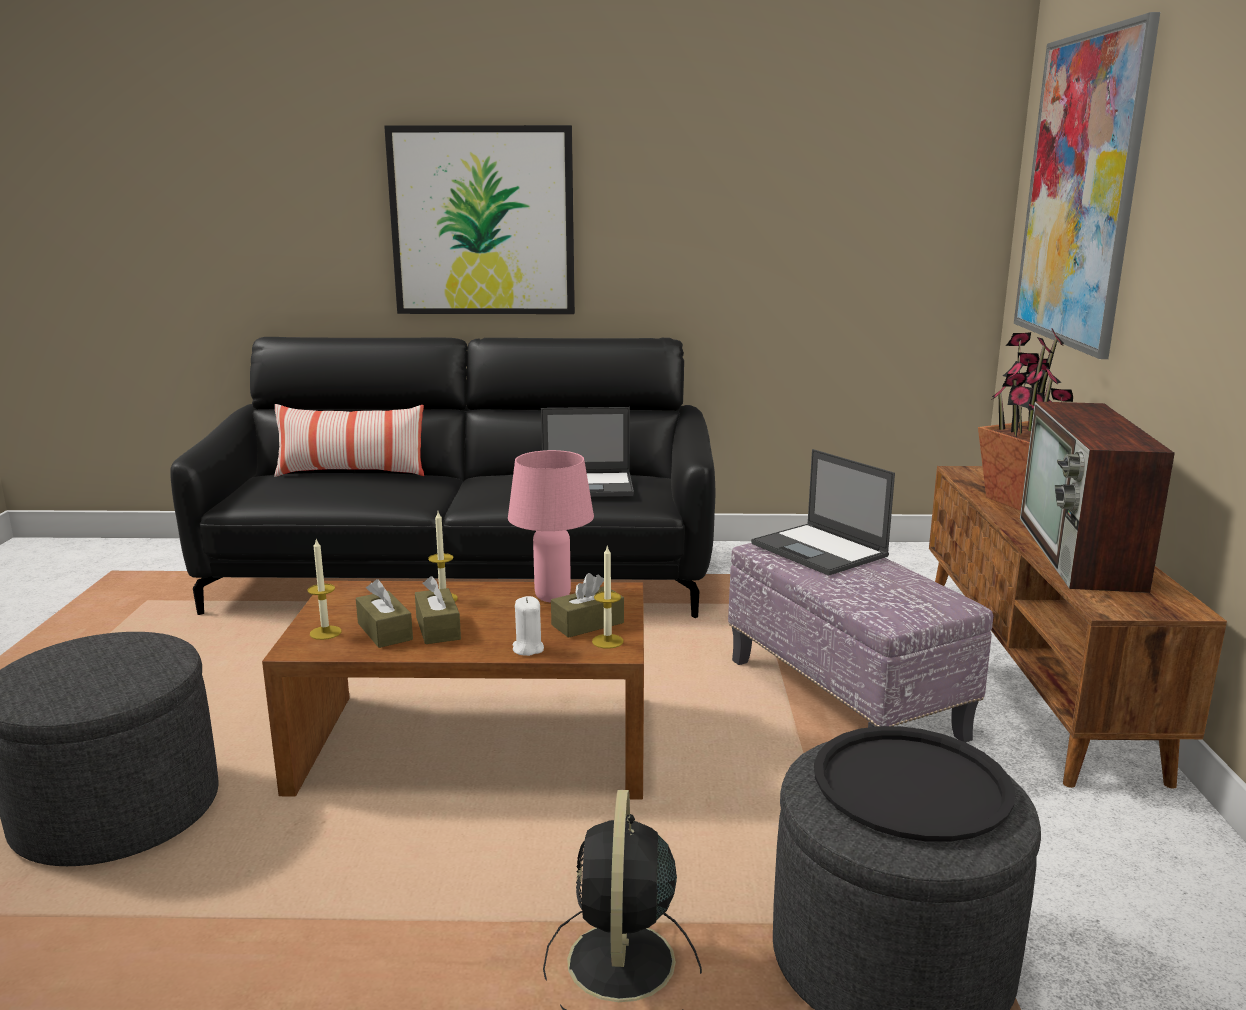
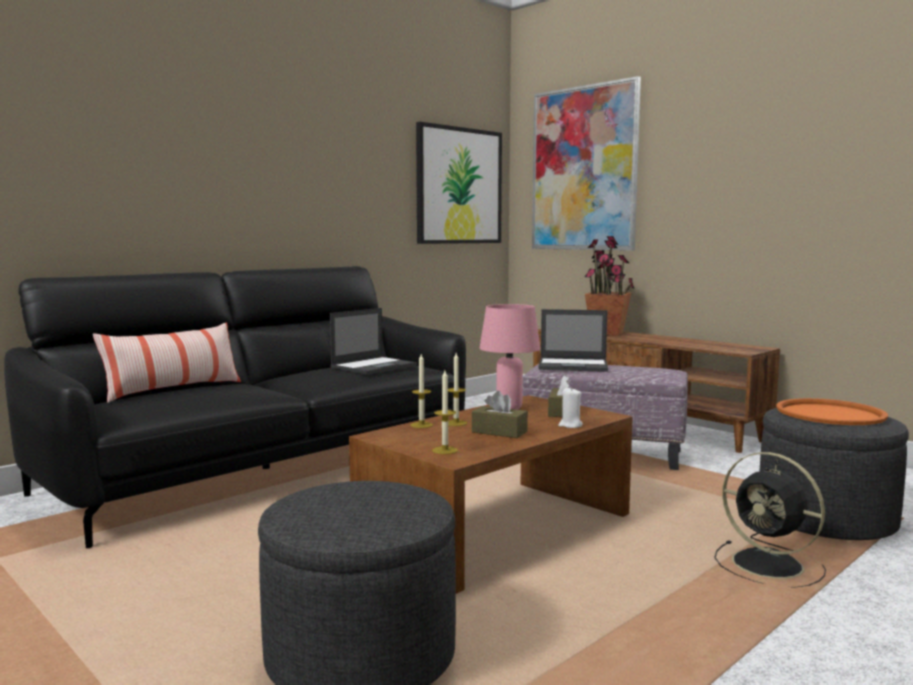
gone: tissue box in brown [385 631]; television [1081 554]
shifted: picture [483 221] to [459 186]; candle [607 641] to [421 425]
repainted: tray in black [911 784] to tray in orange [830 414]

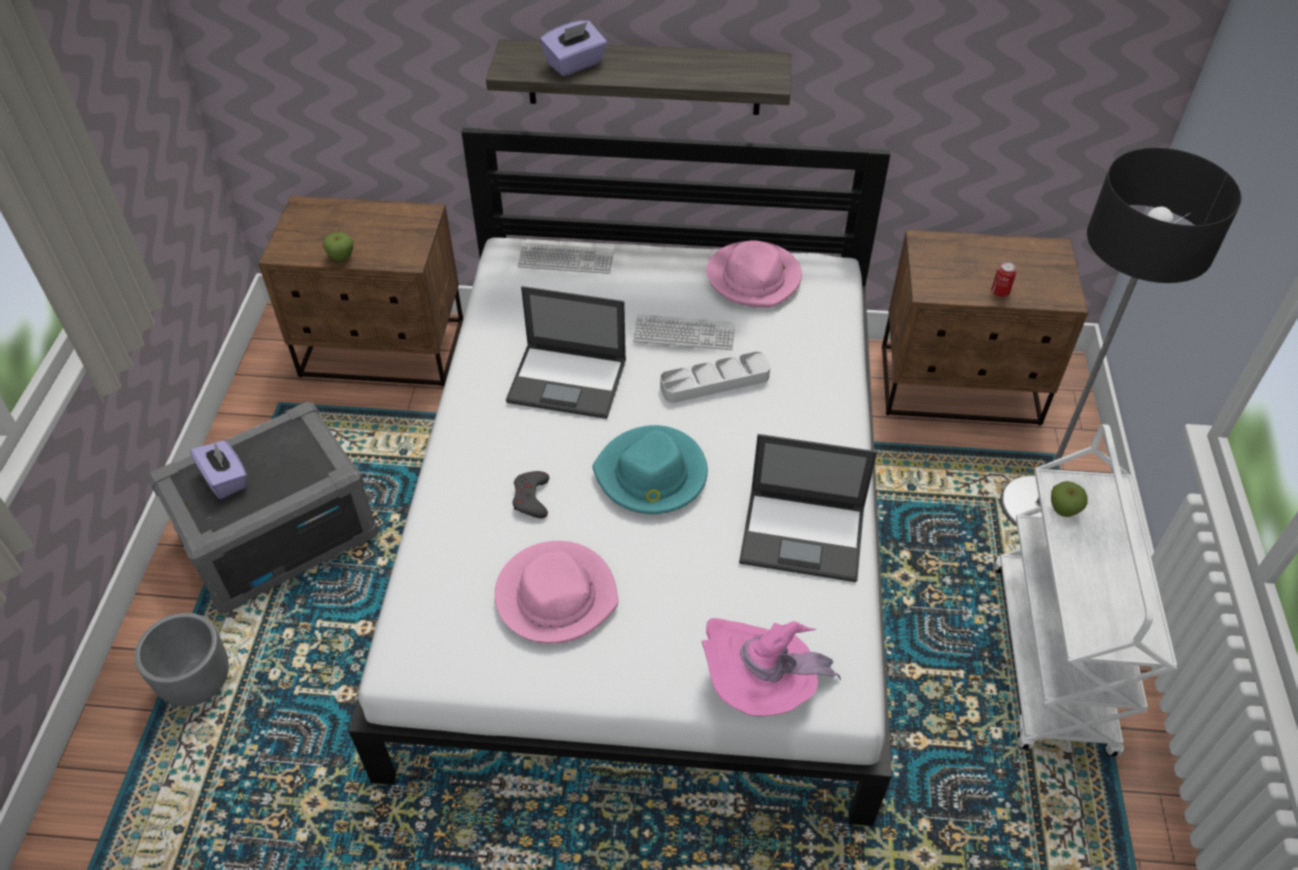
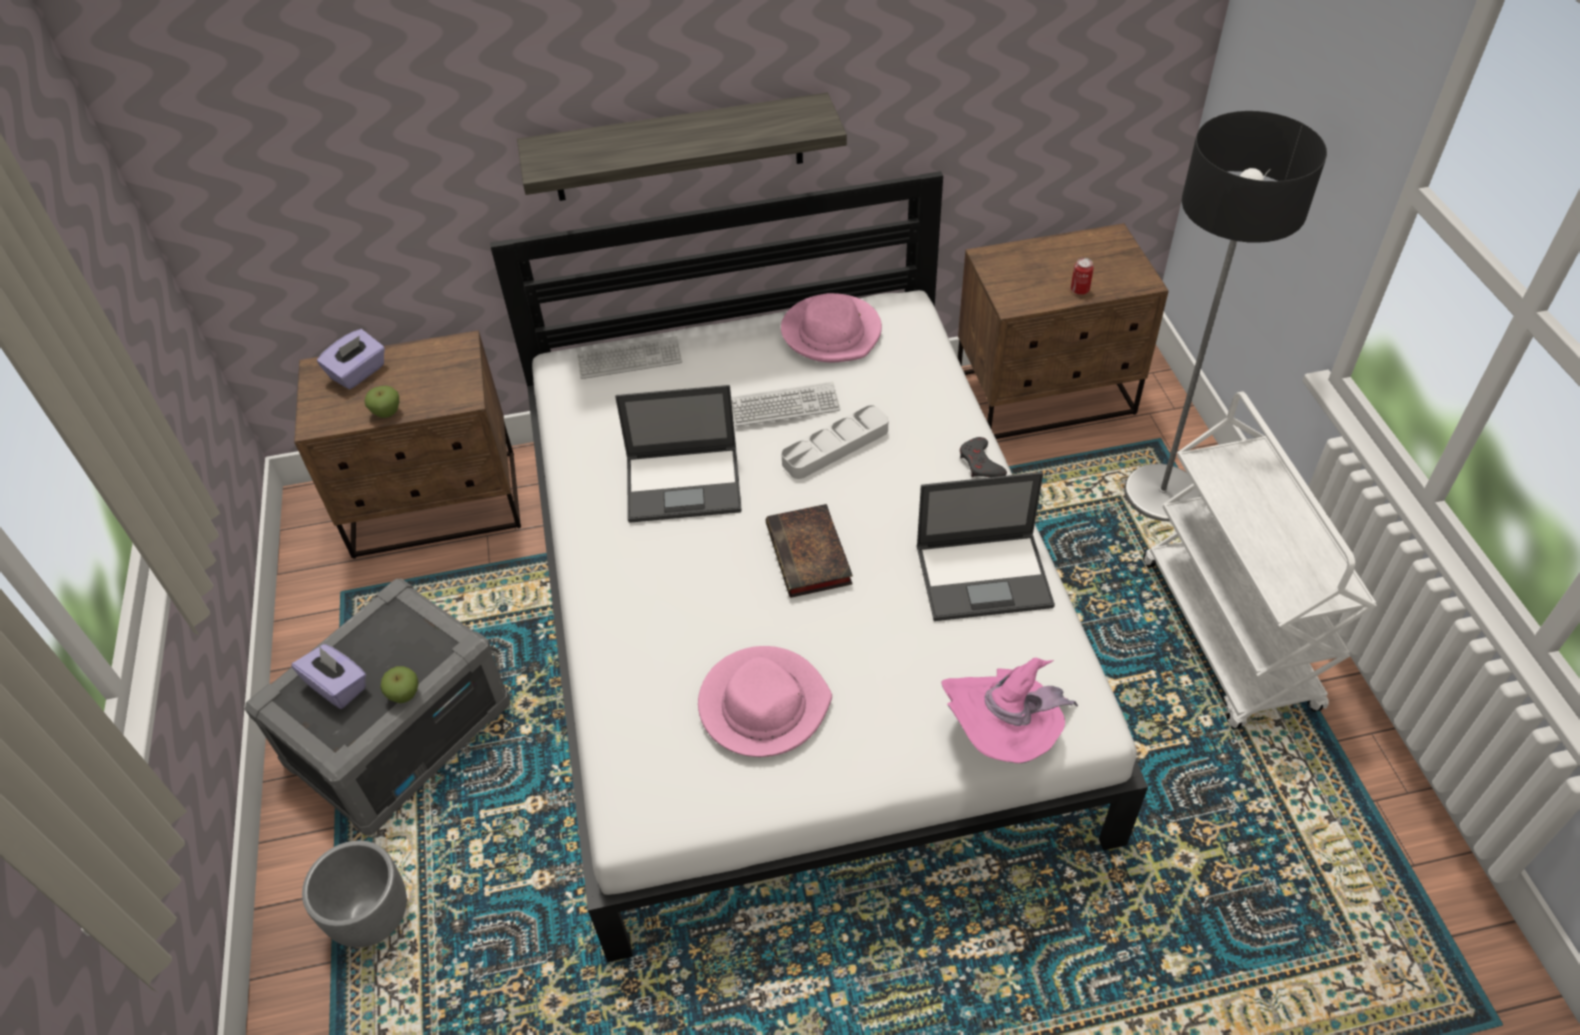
shifted: game controller in grey [531 498] to [980 463]; tissue box in purple [575 64] to [358 373]; apple [1063 510] to [405 695]
swapped: hat in turquoise [651 475] to book [810 557]

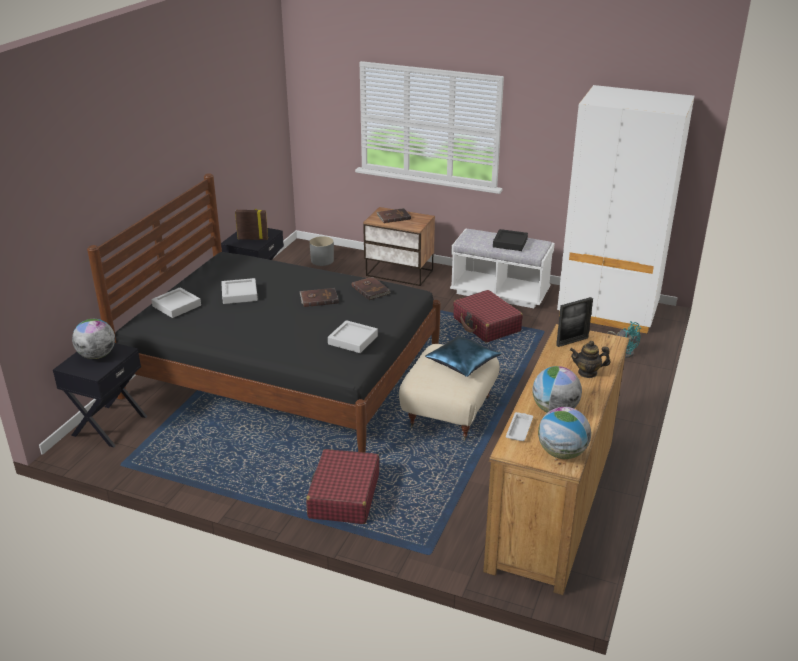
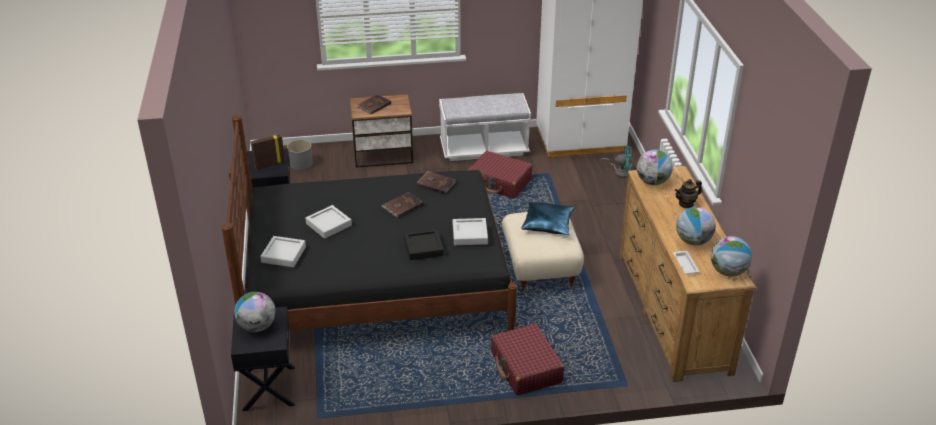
shifted: tray in black [510 243] to [423 247]
swapped: picture frame [572 341] to globe [652 182]

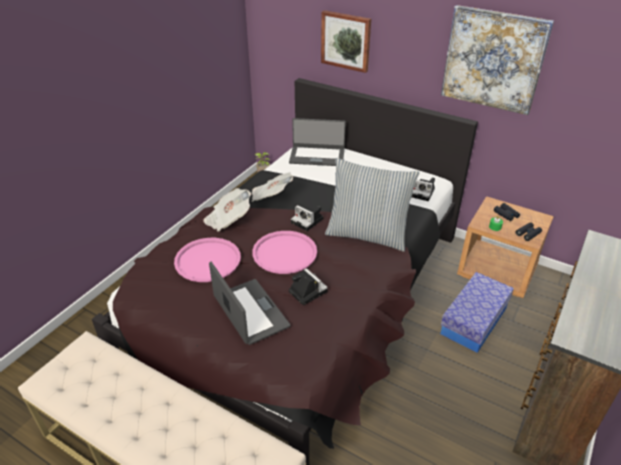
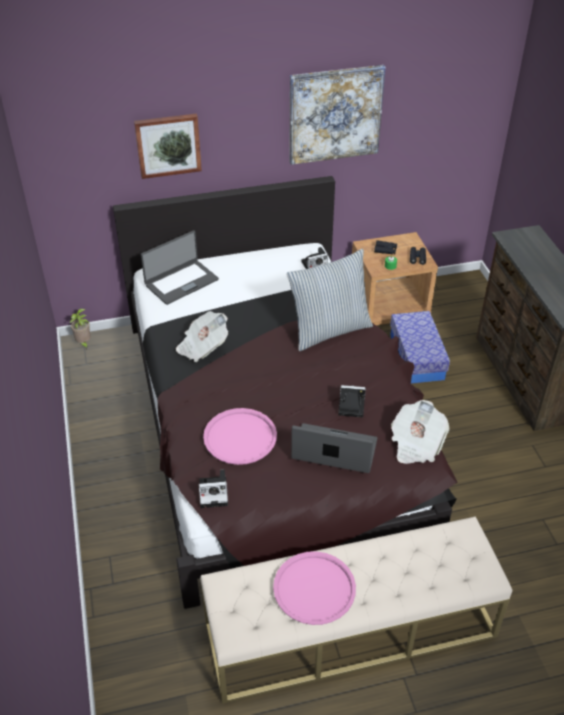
shifted: newspaper [228 220] to [416 444]; tray in pink [284 253] to [314 588]; photo camera [308 221] to [215 492]

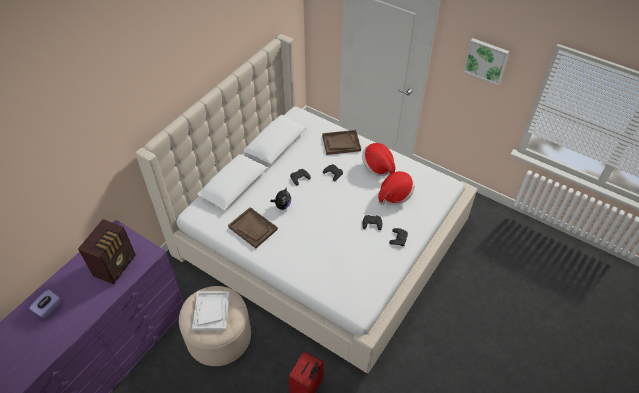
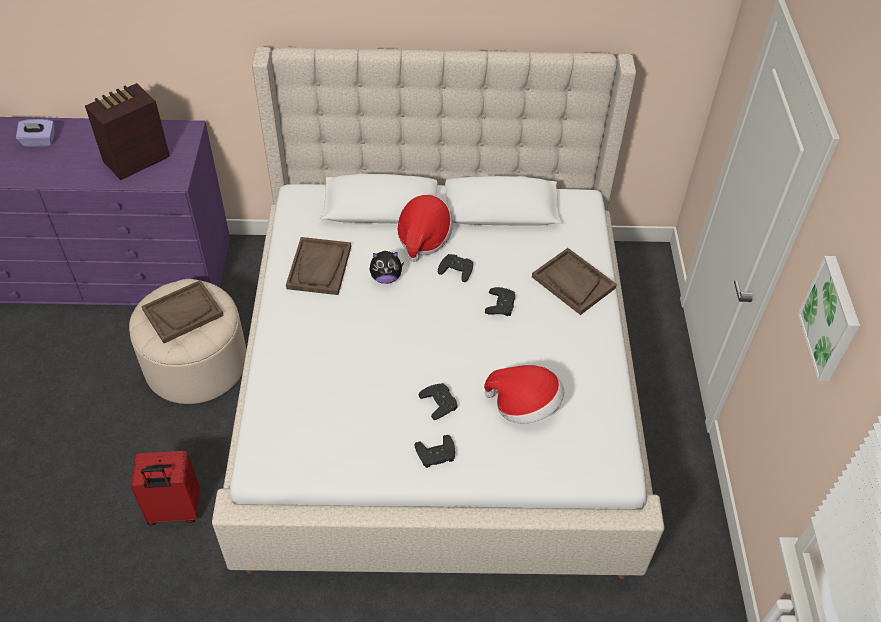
shifted: hat [378 167] to [423 238]
repainted: tray in white [211 311] to tray in brown [183 312]
rotated: radio [116 265] = [135 159] 150 degrees clockwise

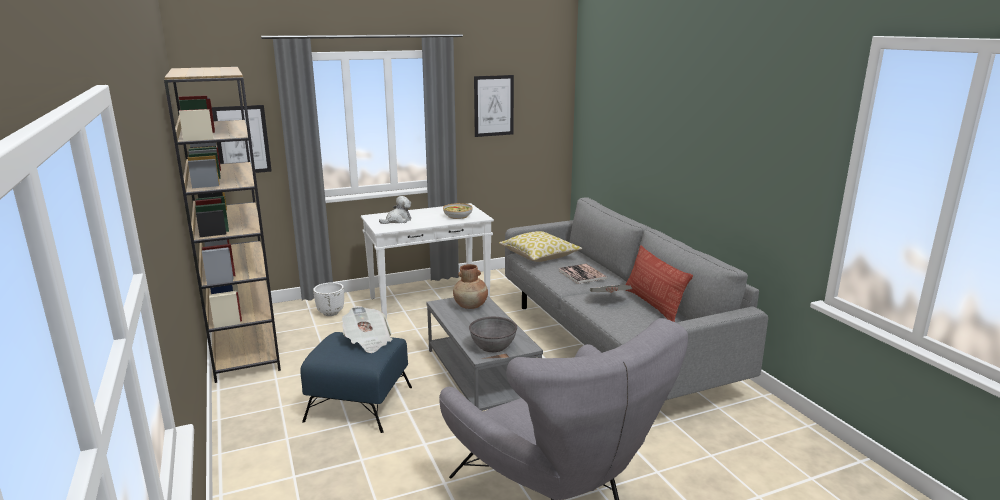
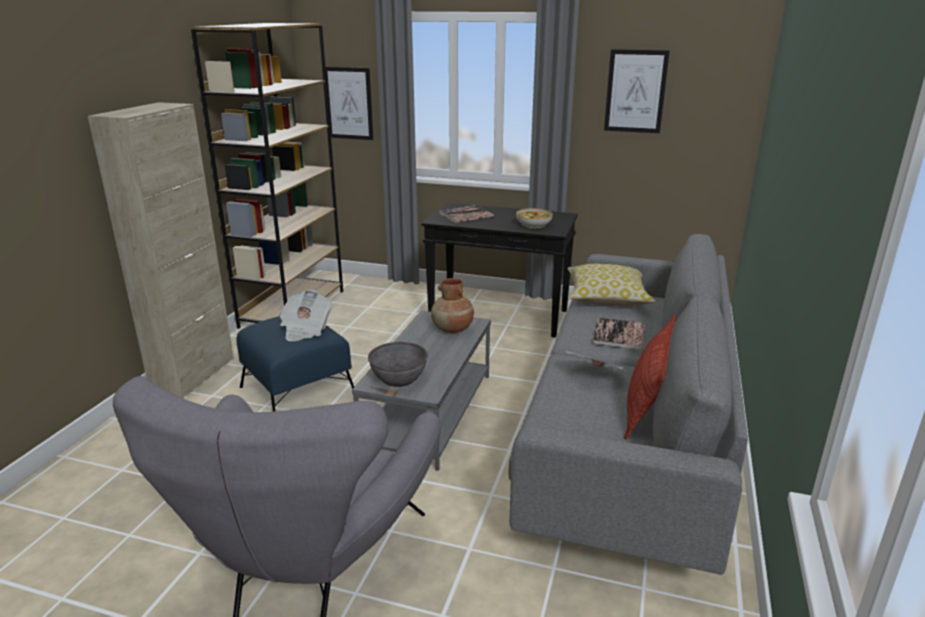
gone: planter in white [331 313]
new: cabinet in beige [194 375]
swapped: plush toy [397 220] to book [466 215]
repainted: console table in white [430 299] to console table in black [500 315]

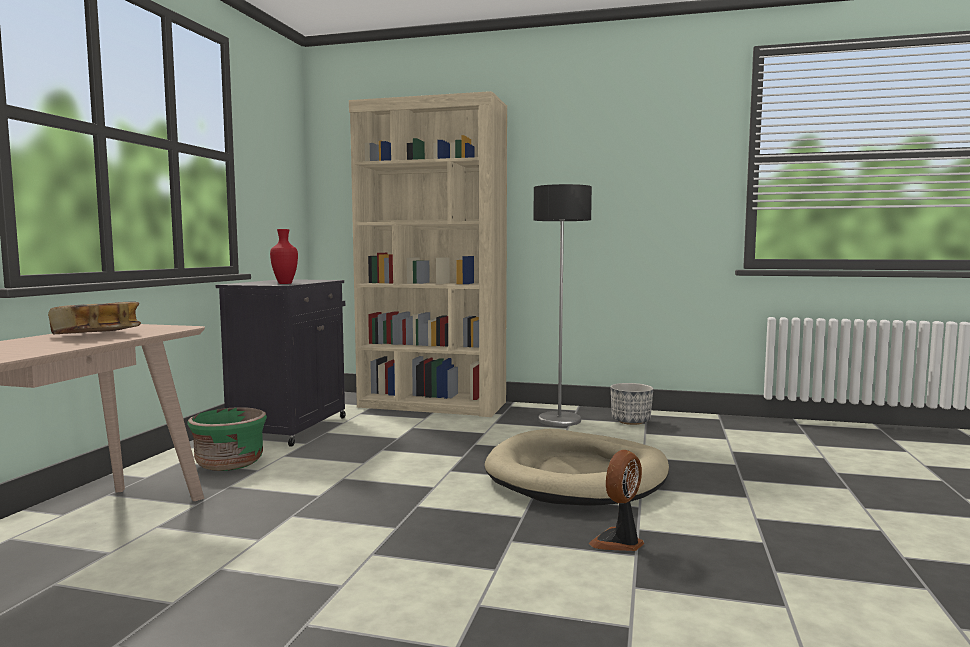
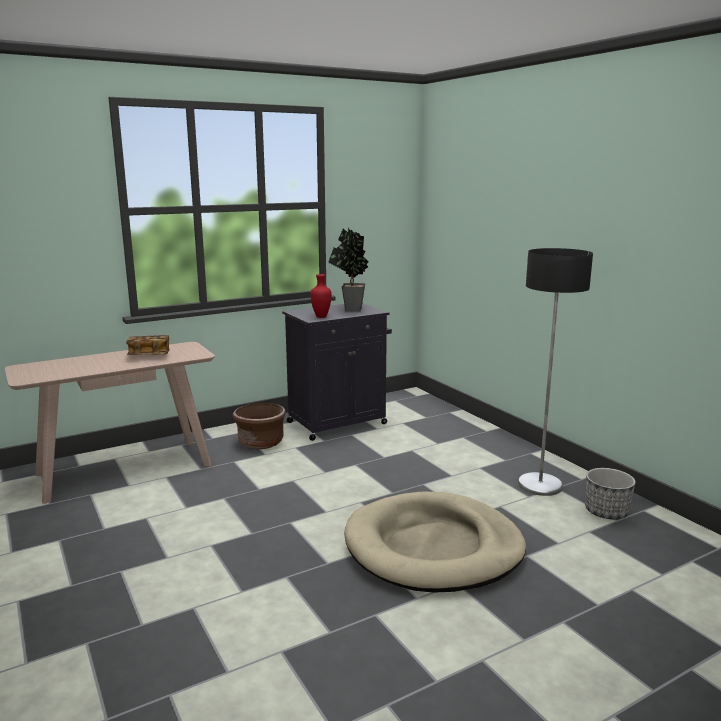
gone: bookcase in beige [432 405]; fan [619 542]
new: potted plant [351 310]
repainted: planter in green [229 463] to planter in brown [260 443]

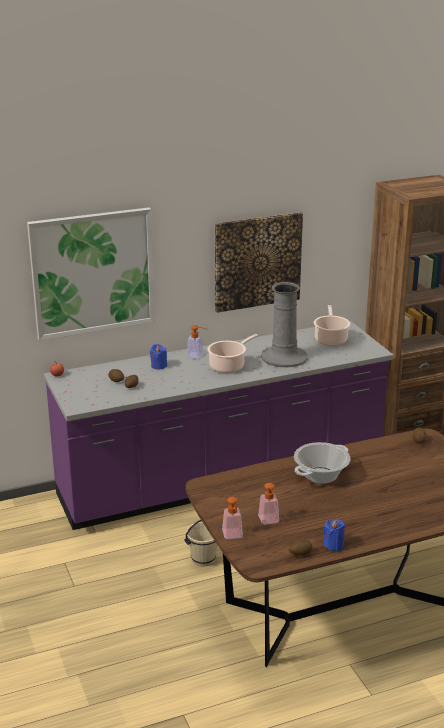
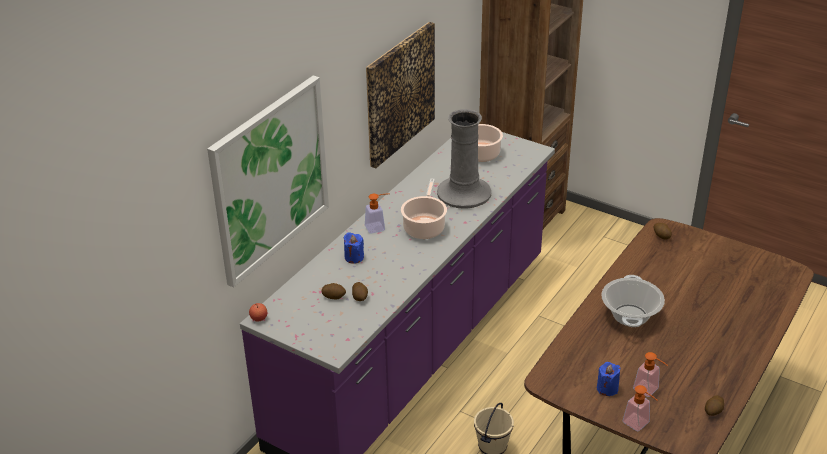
shifted: candle in blue [333 545] to [607 388]

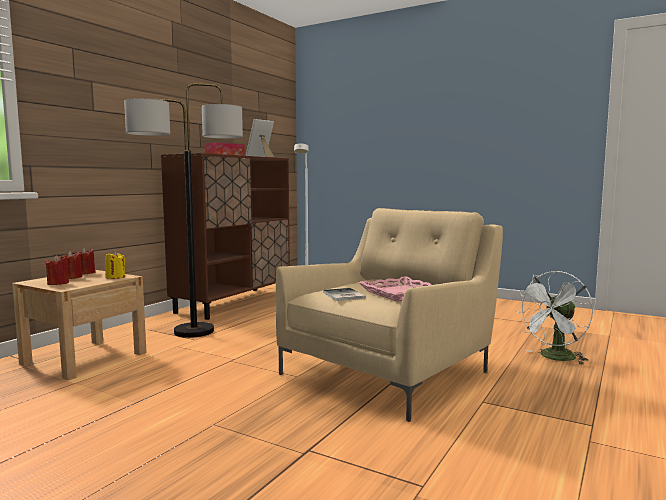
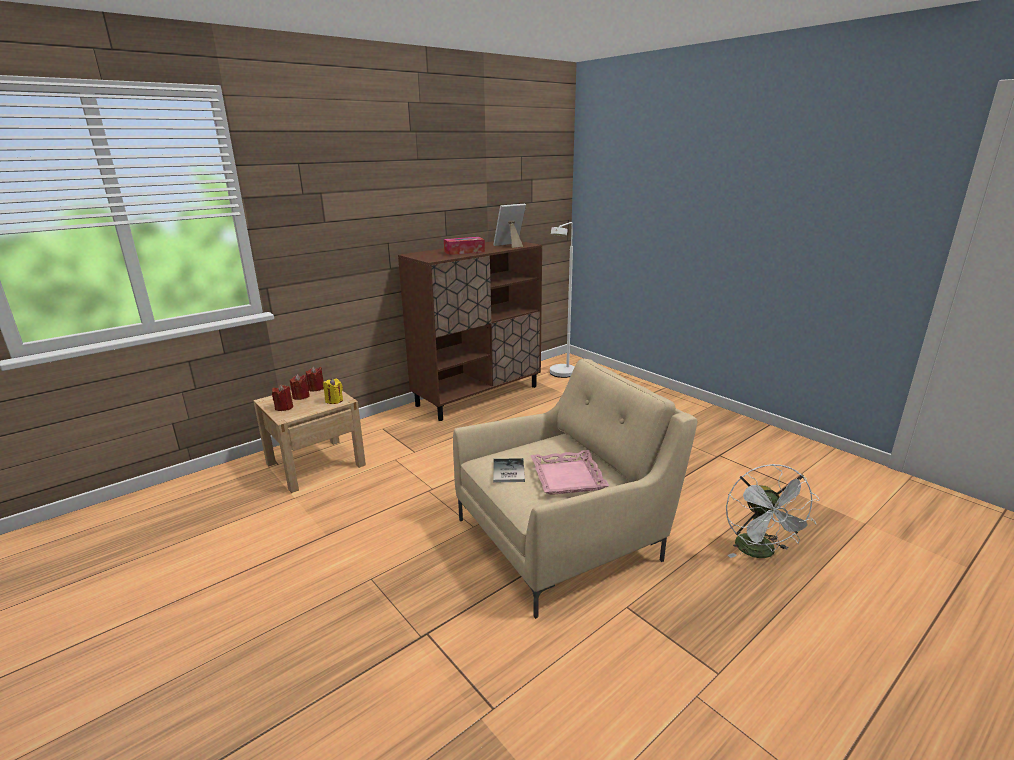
gone: floor lamp [193 331]
rotated: fan in white [554 358] = [760 552] 75 degrees counterclockwise

